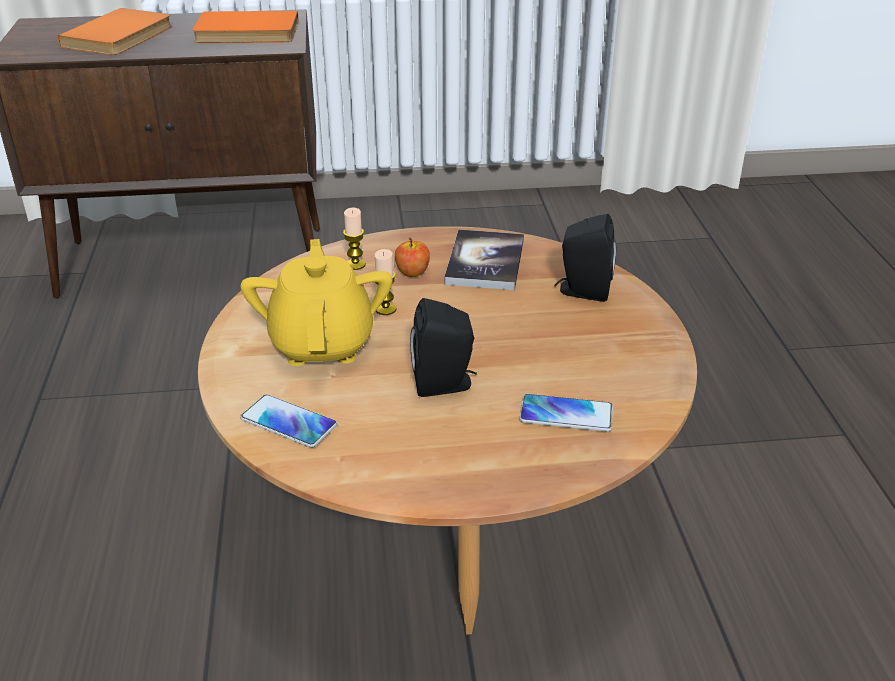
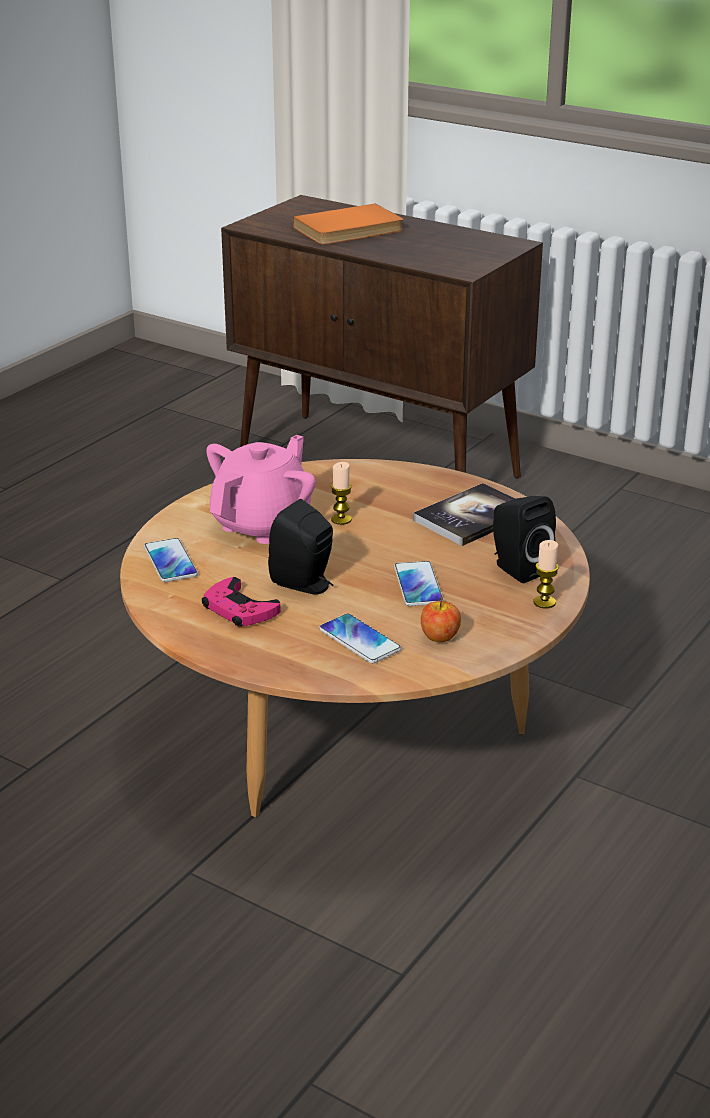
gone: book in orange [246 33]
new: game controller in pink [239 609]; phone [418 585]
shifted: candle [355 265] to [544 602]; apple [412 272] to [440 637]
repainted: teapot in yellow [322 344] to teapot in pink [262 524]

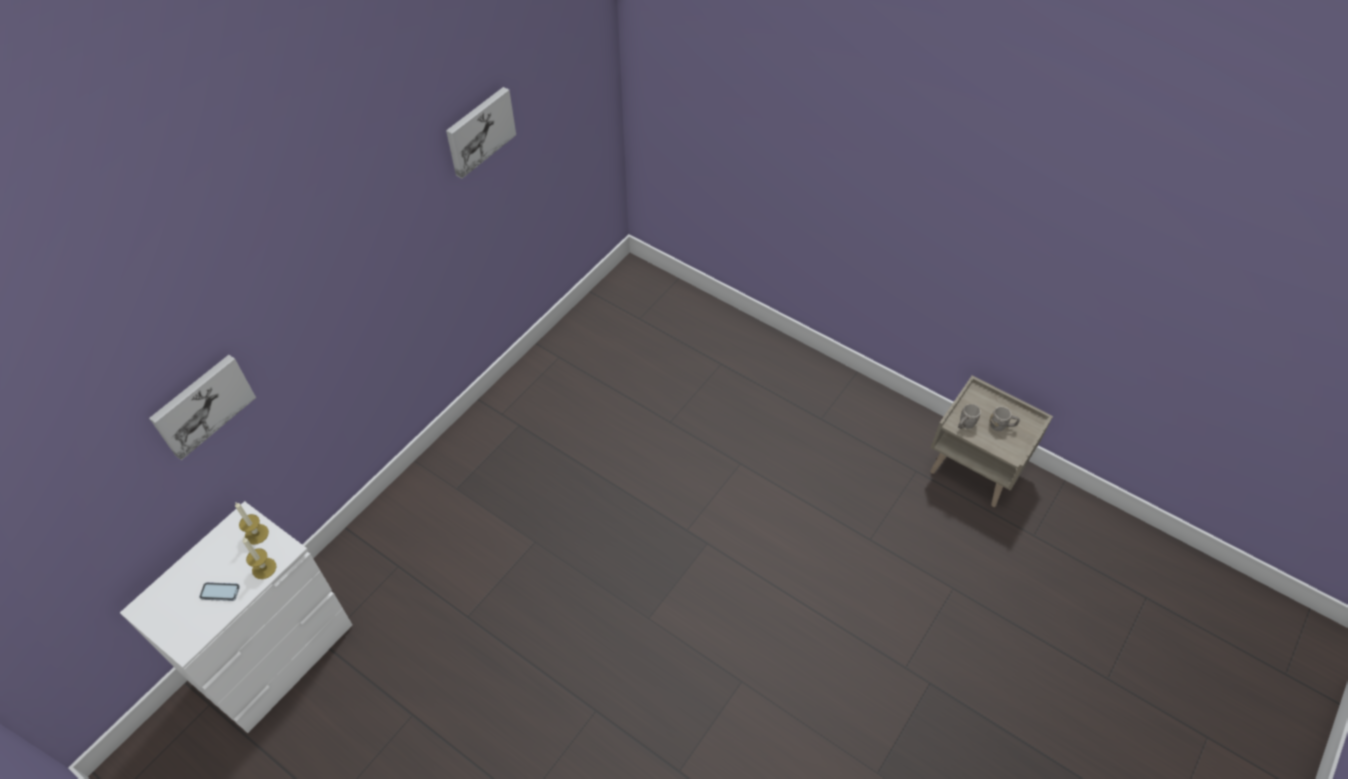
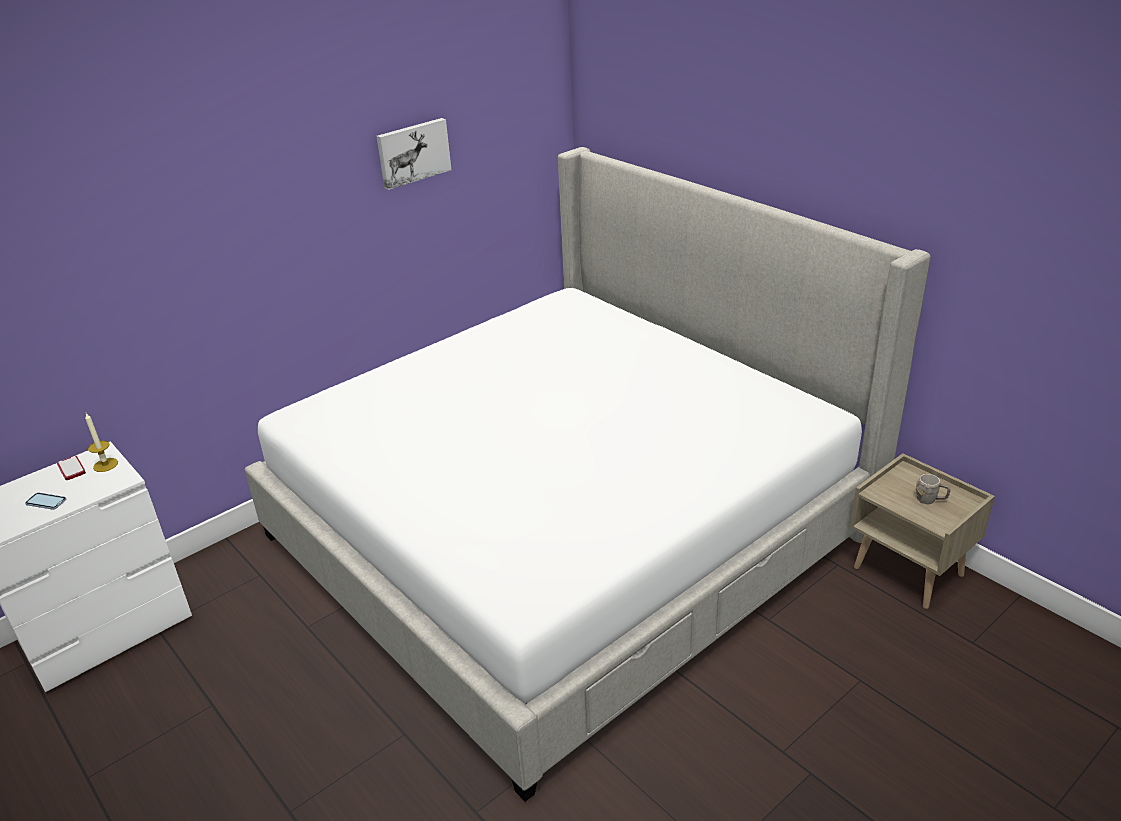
gone: picture [202 405]; candle [264 568]; mug in grey [964 425]
new: phone [71 469]; bed [567 532]

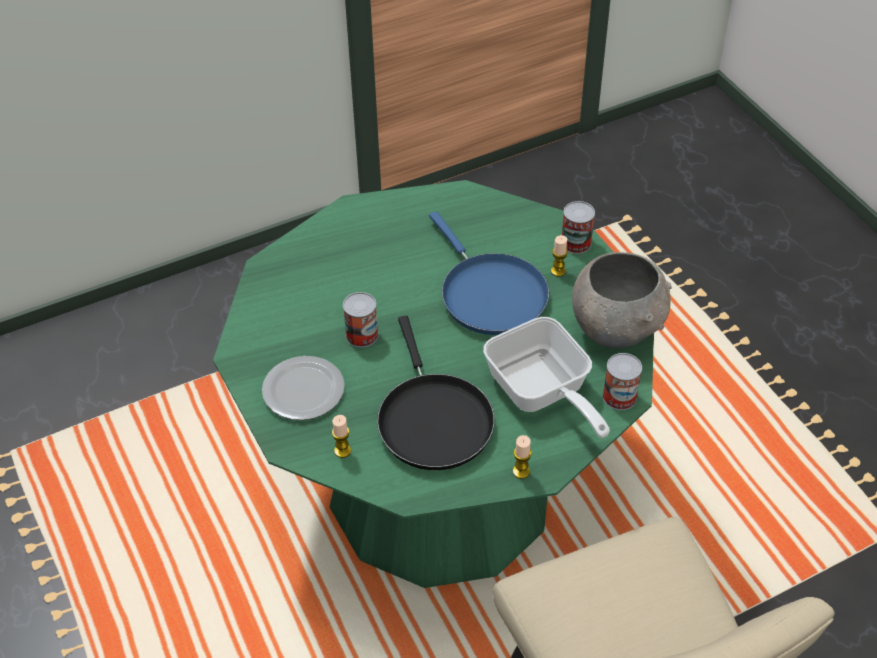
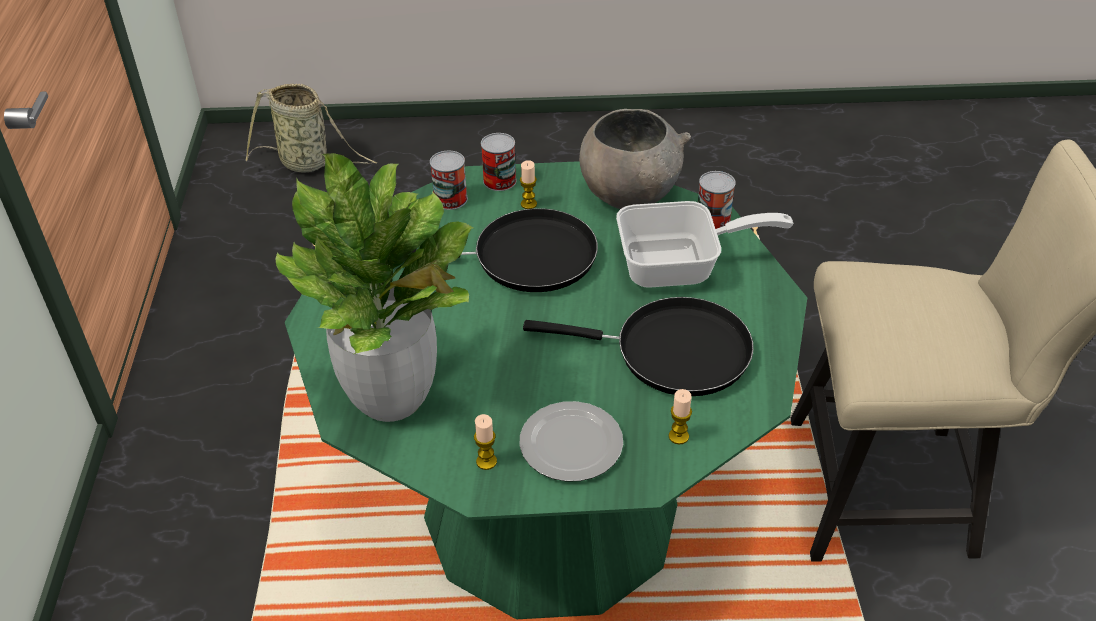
new: basket [308 163]; potted plant [392 398]
shifted: can [362 335] to [450 199]; candle [521 471] to [486 461]
repainted: frying pan in blue [489 294] to frying pan in black [526 258]

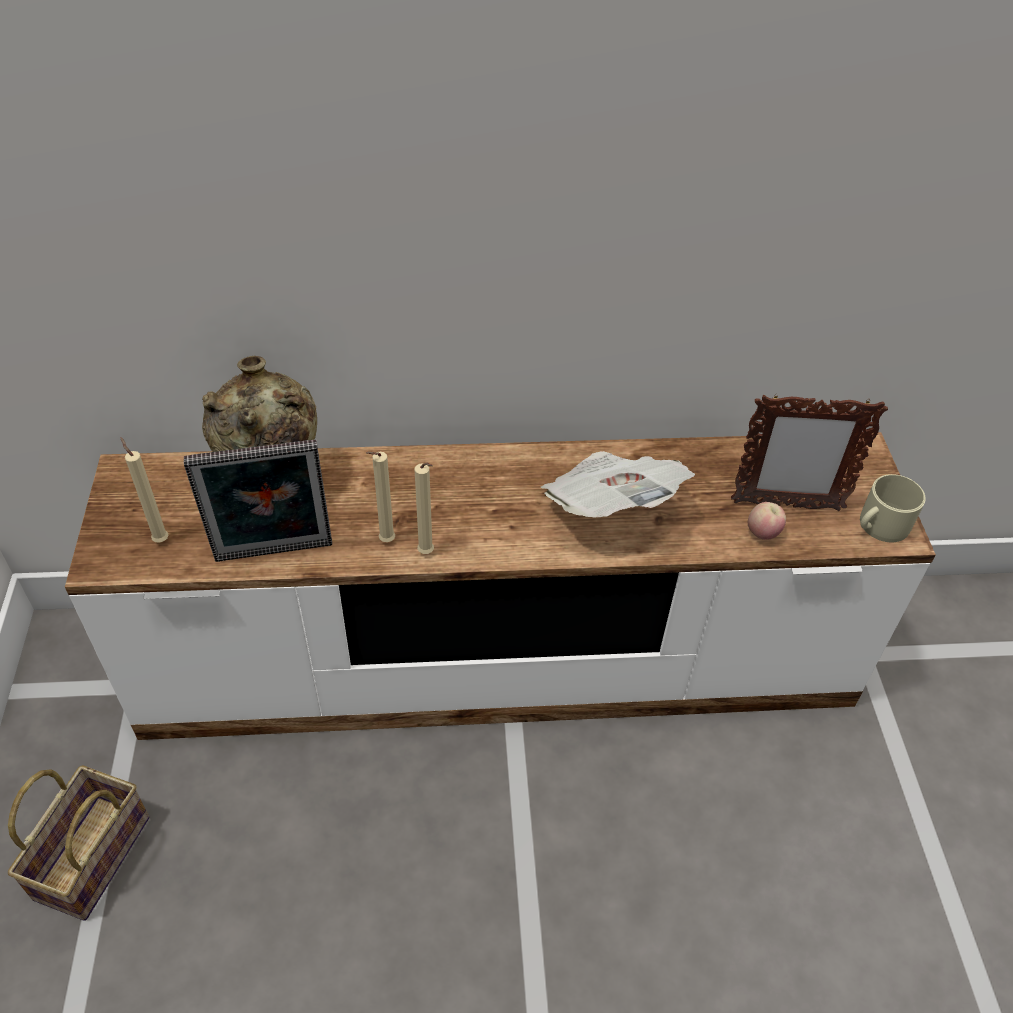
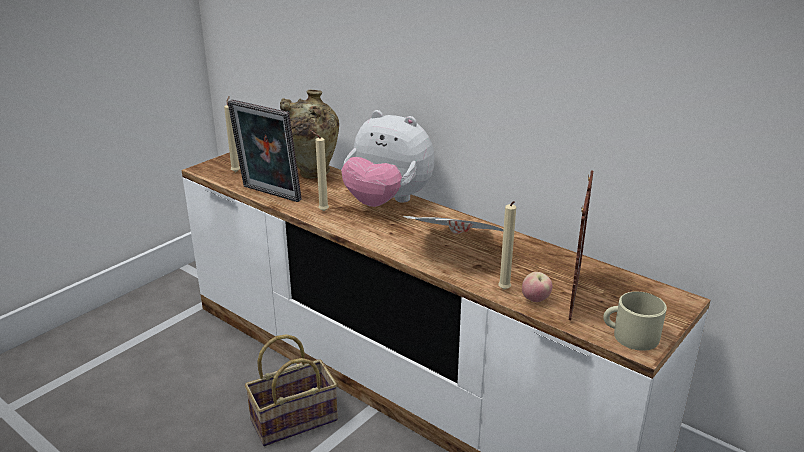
new: plush toy [387 202]
shifted: basket [92 854] to [295 418]; candle in beige [427 554] to [504 290]
rotated: picture frame [786 505] = [573 297] 120 degrees counterclockwise

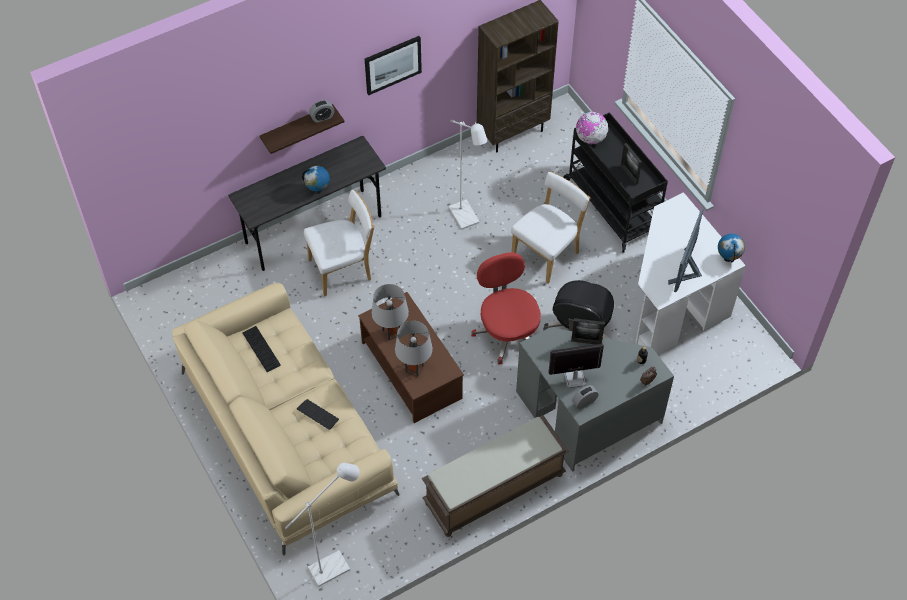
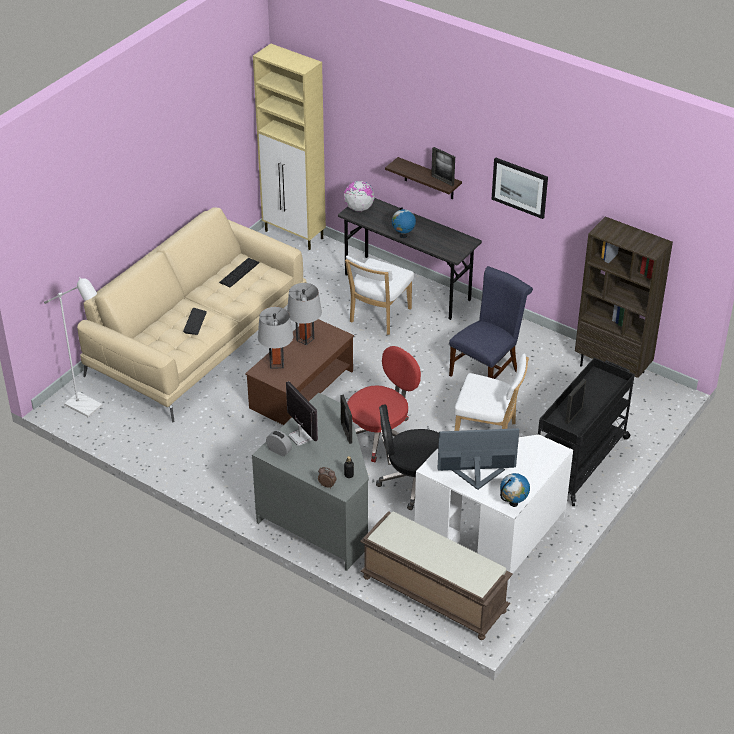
new: cabinet in beige [294 235]
shifted: bench in brown [494 490] to [432 594]; globe [590 138] to [359 208]
swapped: alarm clock [322 117] to picture frame [442 180]; floor lamp in white [466 220] to chair in blue [487 371]
rotated: chair in white [343 269] = [378 317] 75 degrees clockwise

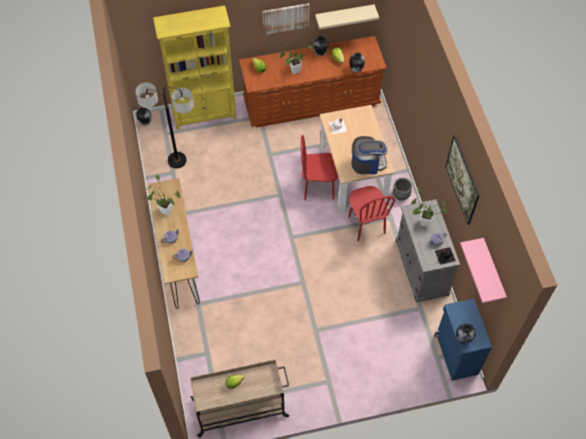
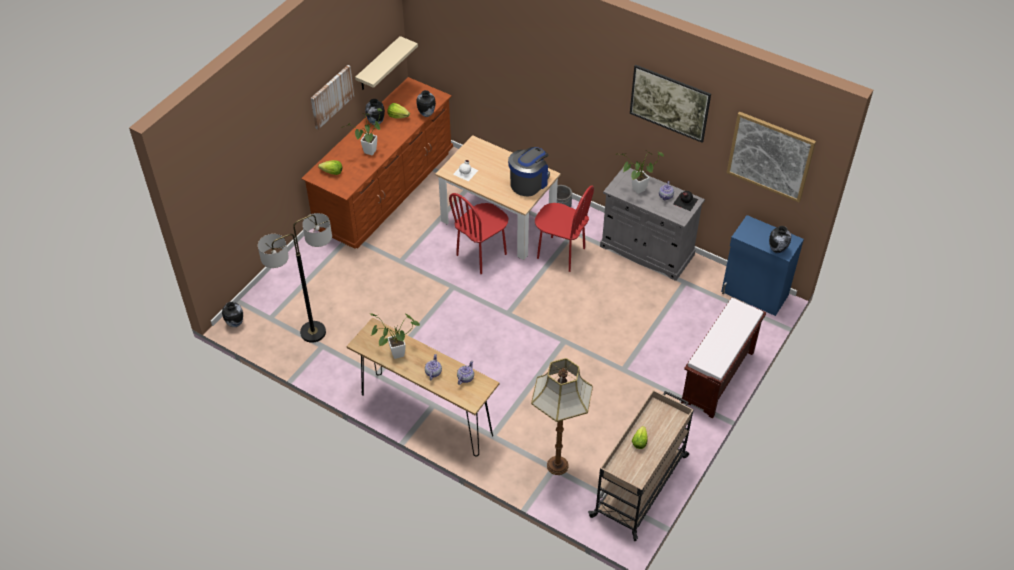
gone: bookcase in yellow [205 115]
new: floor lamp [558 465]; bench in brown [718 378]
swapped: shelf in pink [492 272] to picture [770 156]

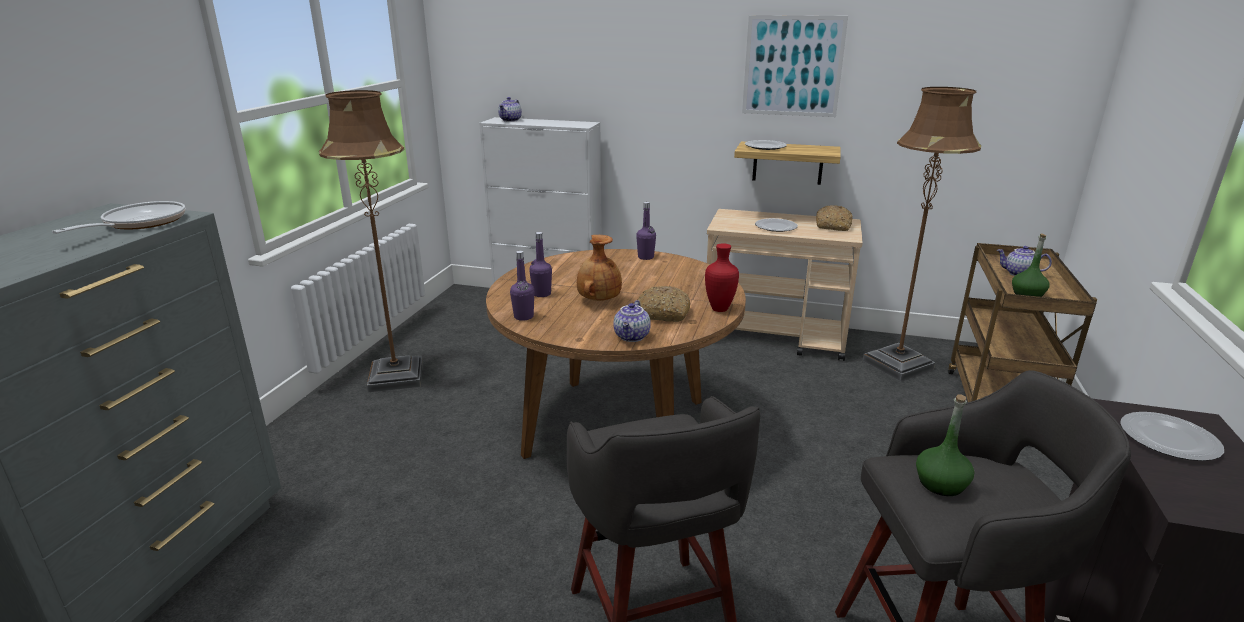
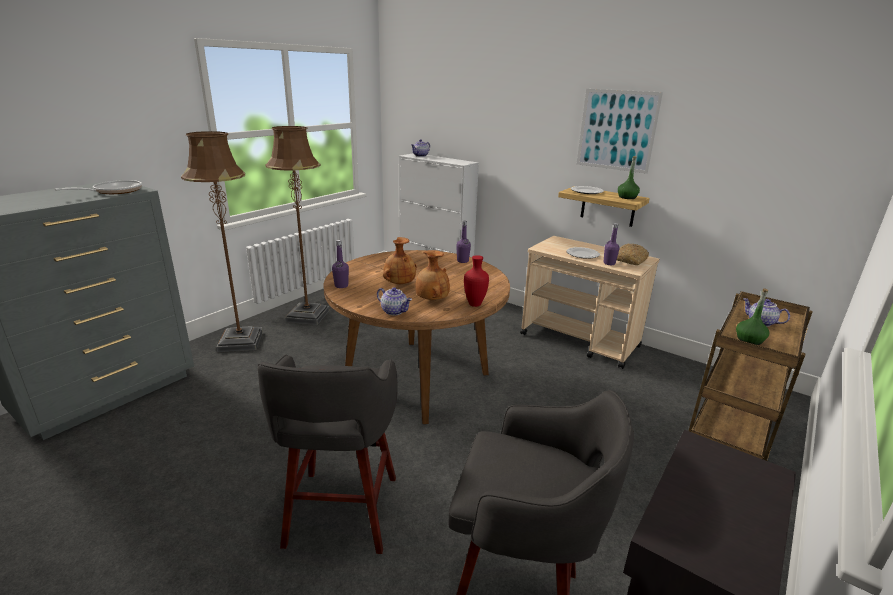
gone: plate [1167 439]
shifted: bottle in purple [541 294] to [609 263]; floor lamp in brown [898 364] to [240 341]; bottle in green [941 484] to [627 197]
swapped: bread [662 313] to vase in brown [431 300]
rotated: teapot [632 337] = [395 311] 90 degrees counterclockwise

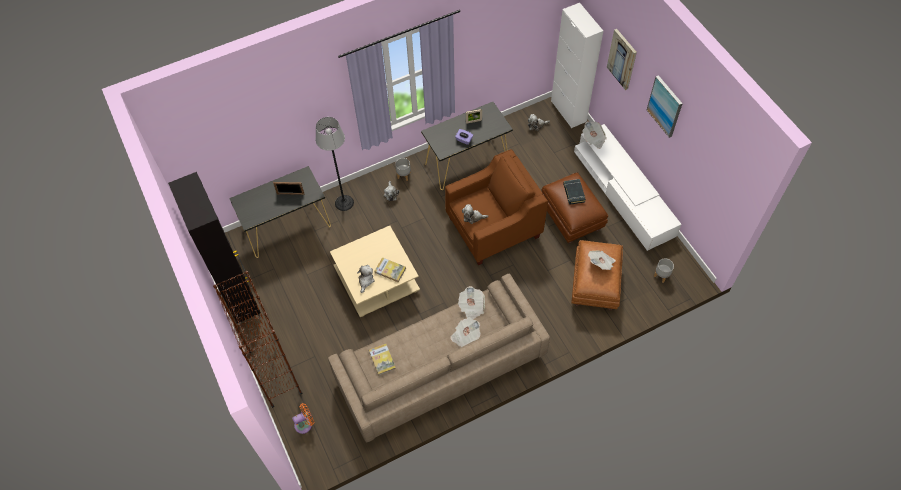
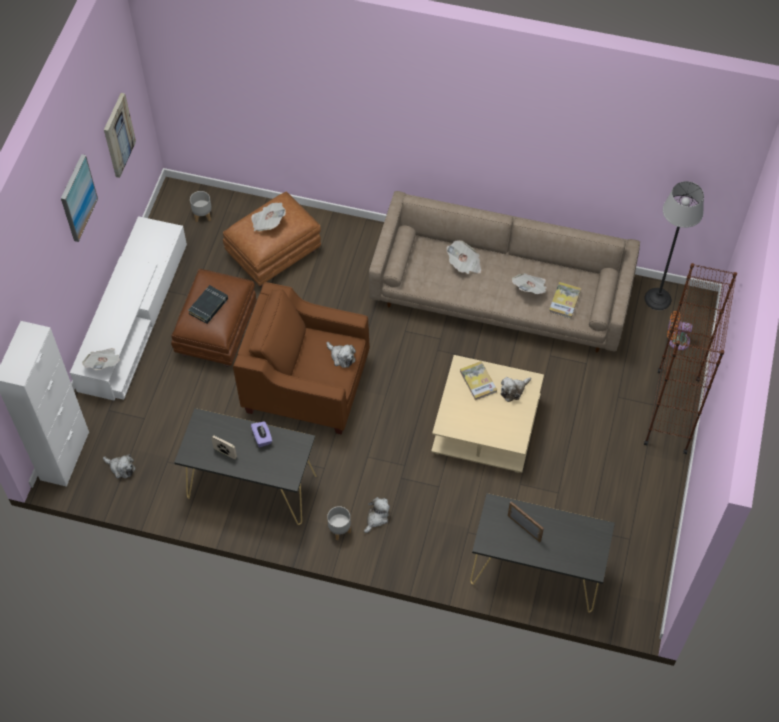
gone: cabinet in black [242 301]
shifted: floor lamp [344 203] to [658 299]; newspaper [471 307] to [530 289]; picture [622 59] to [118 135]

